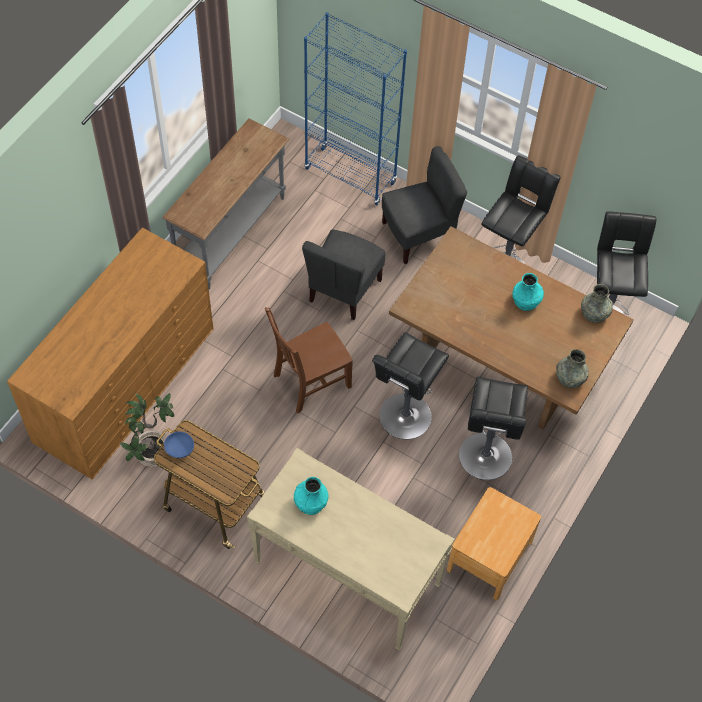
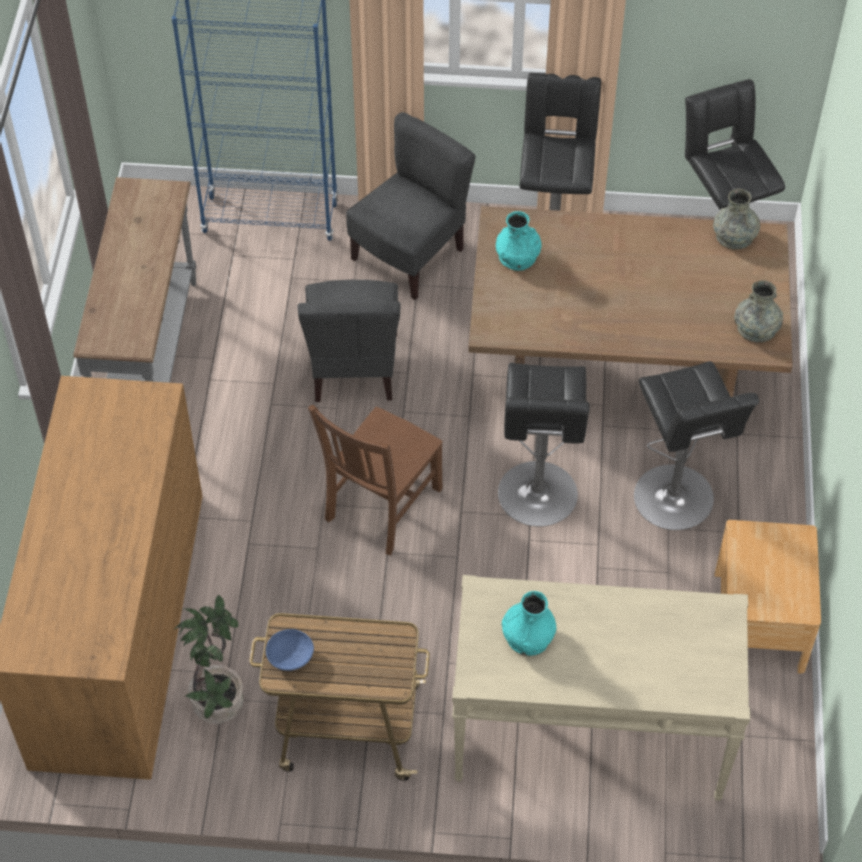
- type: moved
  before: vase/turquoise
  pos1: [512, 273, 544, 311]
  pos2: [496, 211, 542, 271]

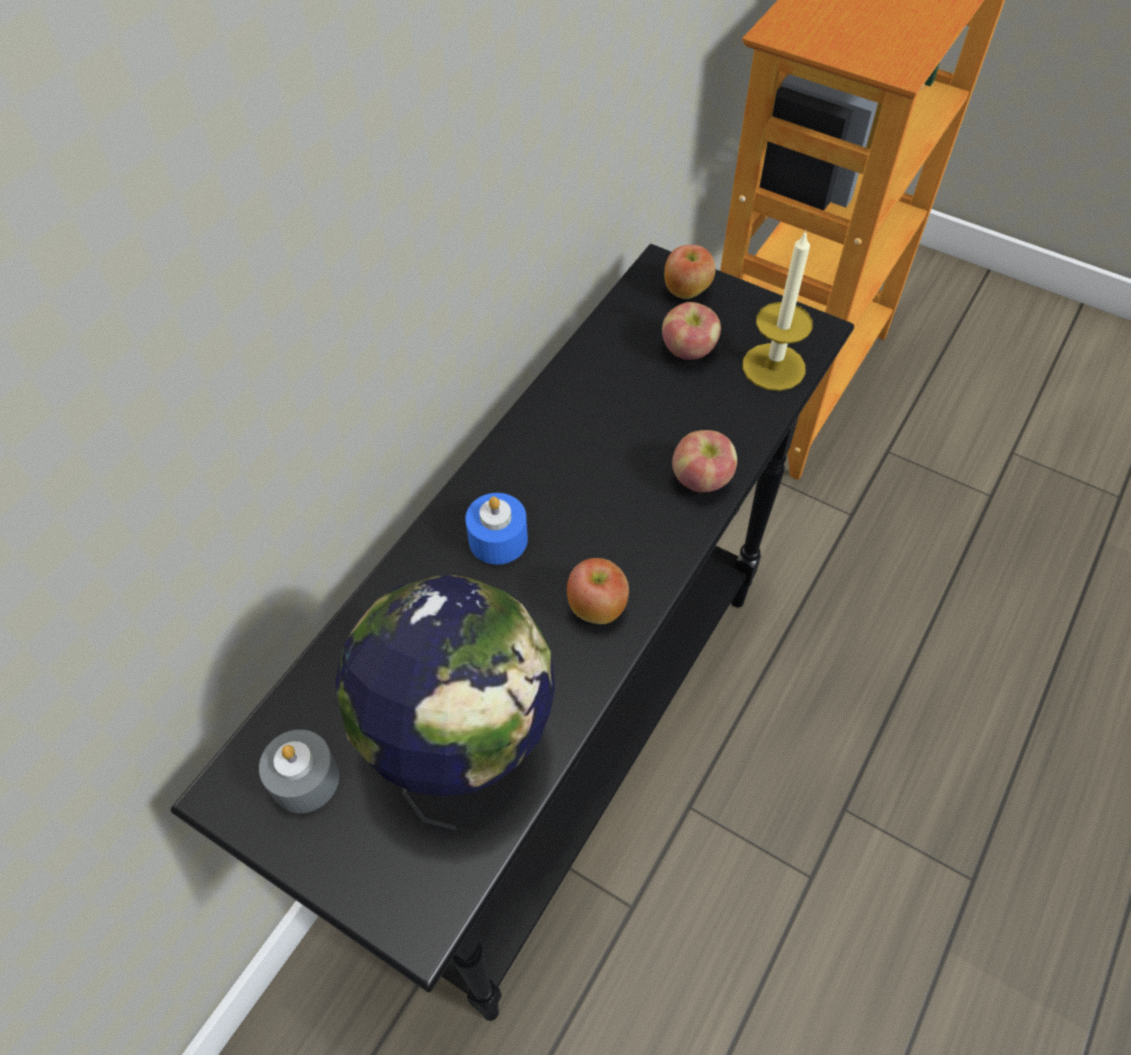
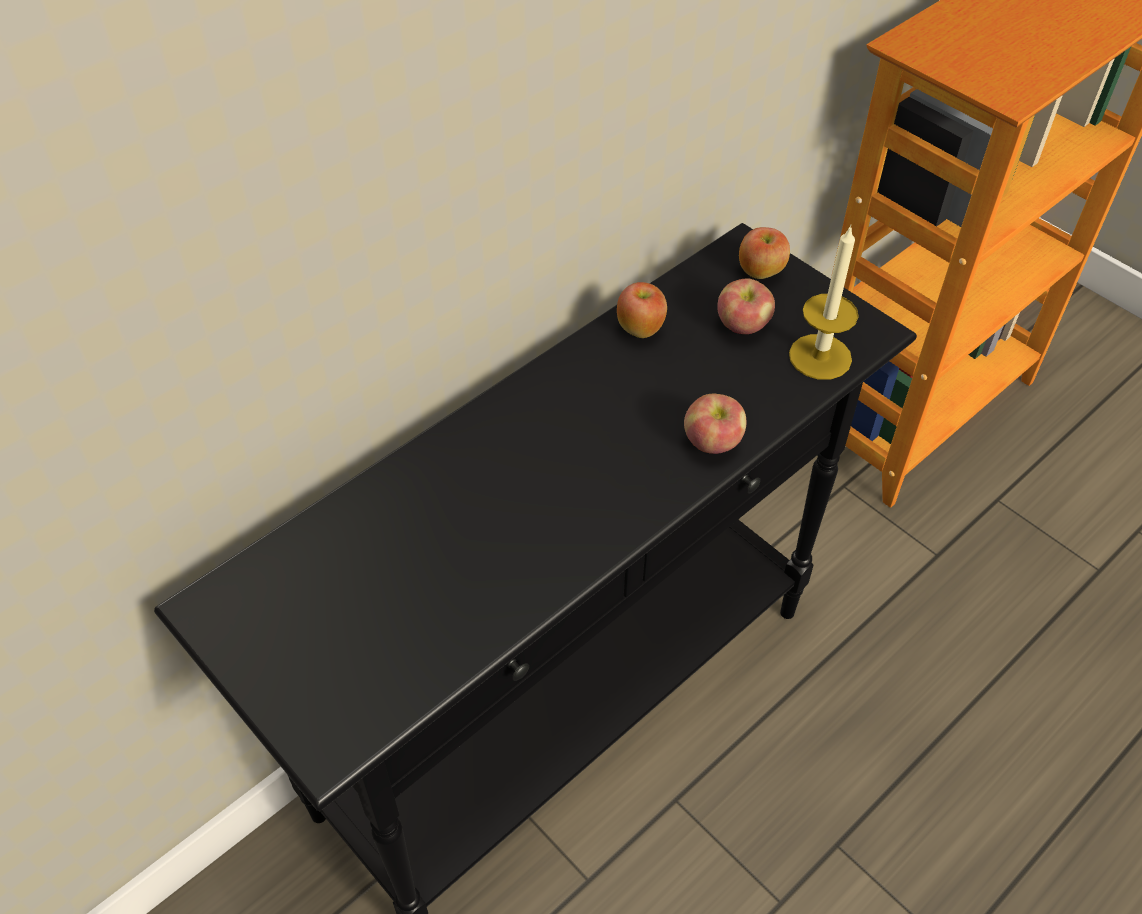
- type: removed
  before: bougie/gris
  pos1: [259, 730, 339, 813]
- type: removed
  before: globe
  pos1: [335, 575, 555, 830]
- type: removed
  before: bougie/bleu
  pos1: [466, 493, 528, 565]
- type: moved
  before: pomme
  pos1: [567, 558, 629, 624]
  pos2: [617, 282, 667, 338]

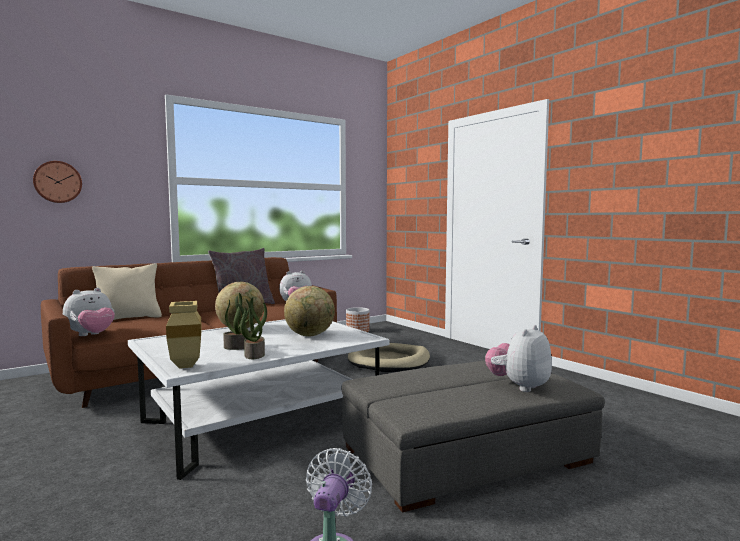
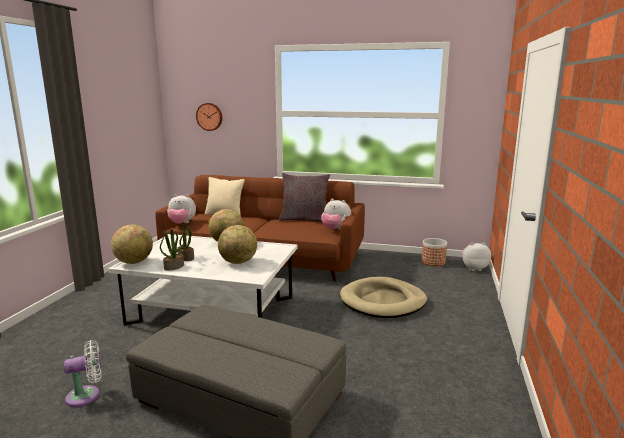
- type: replaced
  before: vase/beige
  after: globe
  pos1: [166, 301, 202, 369]
  pos2: [111, 225, 153, 264]
- type: moved
  before: peluche
  pos1: [485, 325, 552, 392]
  pos2: [462, 242, 491, 271]

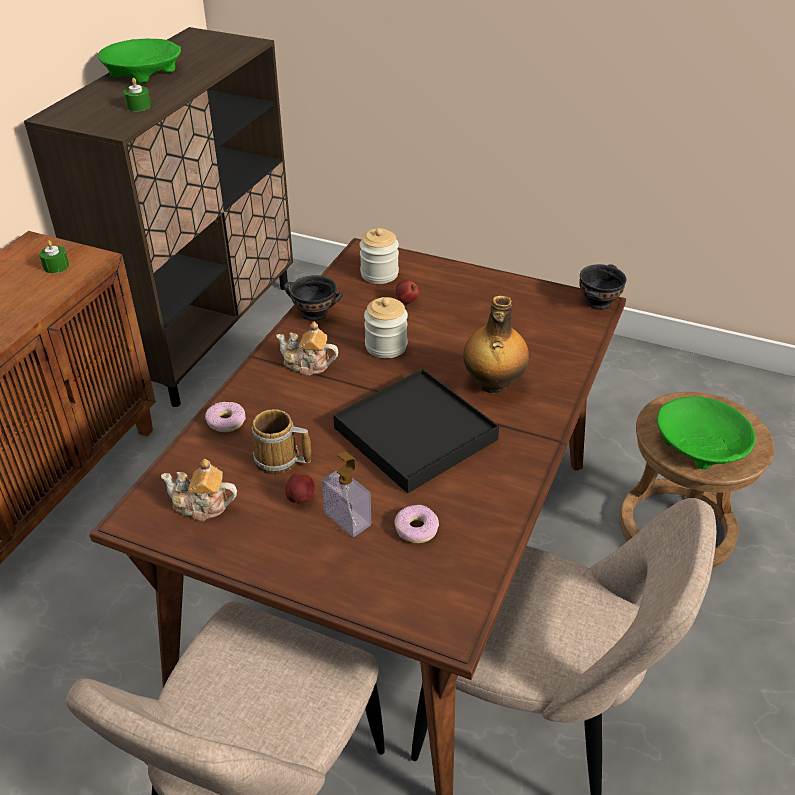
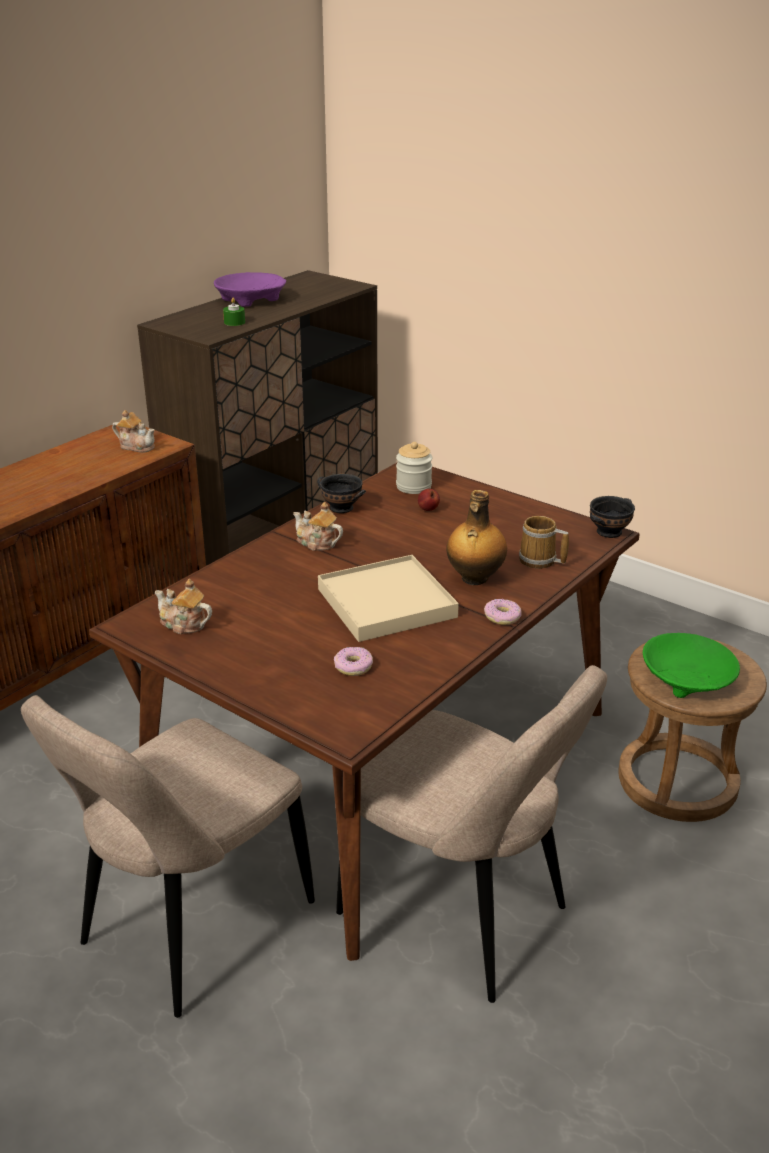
- type: replaced
  before: bougie/vert
  after: théière
  pos1: [39, 240, 69, 273]
  pos2: [112, 410, 155, 453]
- type: recoloured
  before: bol/vert
  after: bol/violet
  pos1: [98, 39, 181, 83]
  pos2: [214, 272, 286, 307]
- type: moved
  before: beignet
  pos1: [205, 402, 246, 432]
  pos2: [484, 599, 522, 625]
- type: moved
  before: mug
  pos1: [252, 409, 311, 475]
  pos2: [519, 516, 569, 569]
- type: removed
  before: pomme
  pos1: [285, 474, 315, 504]
- type: removed
  before: distributeur de savon
  pos1: [322, 452, 371, 537]
- type: recoloured
  before: plateau/noir
  after: plateau/beige
  pos1: [333, 369, 499, 493]
  pos2: [318, 555, 459, 642]
- type: removed
  before: bocal
  pos1: [364, 297, 408, 358]

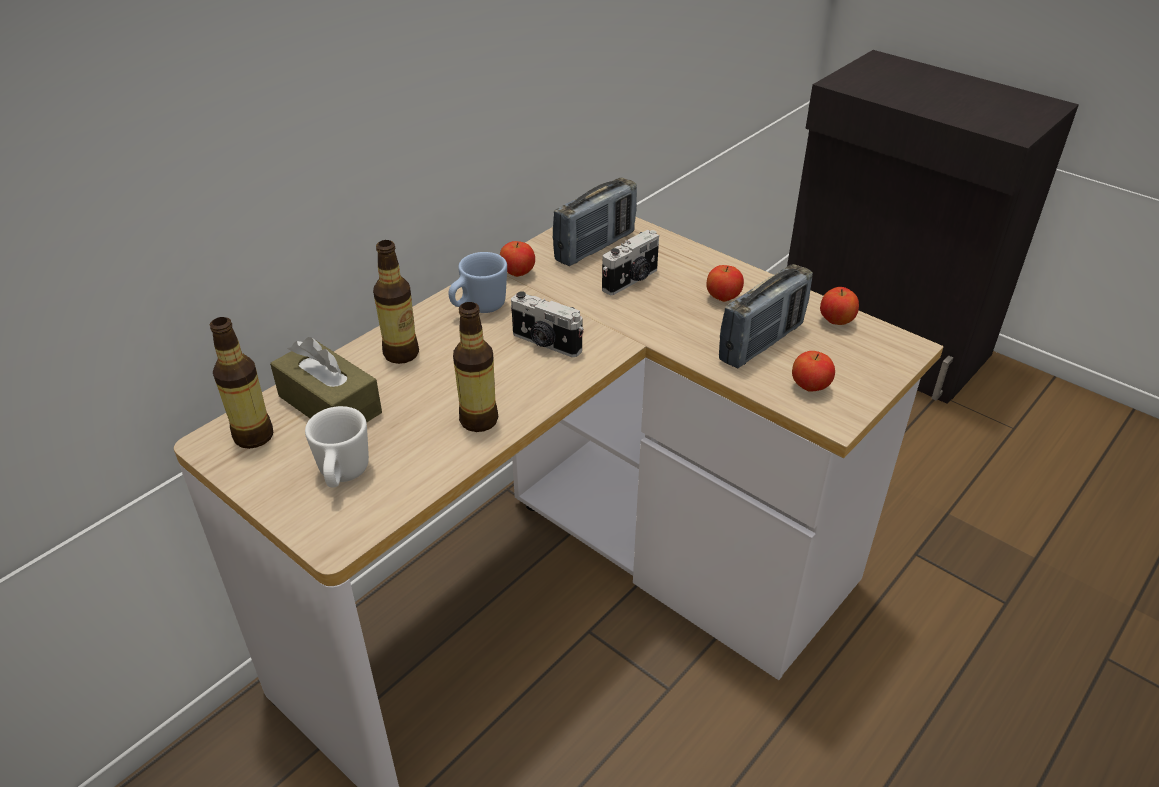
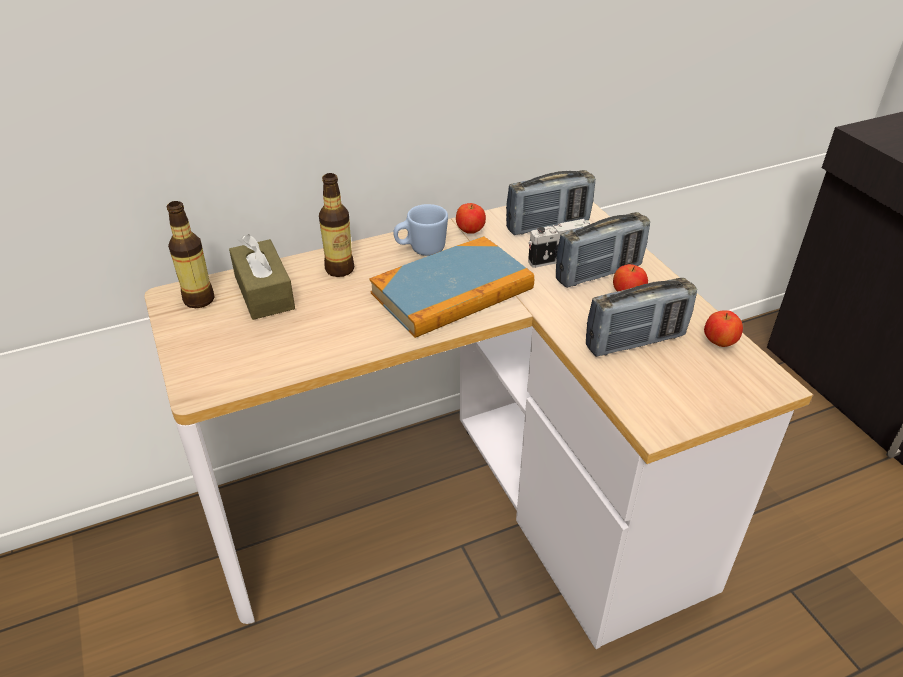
- type: removed
  before: mug/blanc
  pos1: [305, 406, 369, 487]
- type: removed
  before: bouteille
  pos1: [453, 302, 498, 432]
- type: replaced
  before: appareil photo
  after: livre
  pos1: [511, 291, 584, 357]
  pos2: [369, 236, 534, 338]
- type: removed
  before: pomme
  pos1: [792, 351, 835, 392]
- type: added
  after: radio
  pos2: [556, 212, 650, 288]

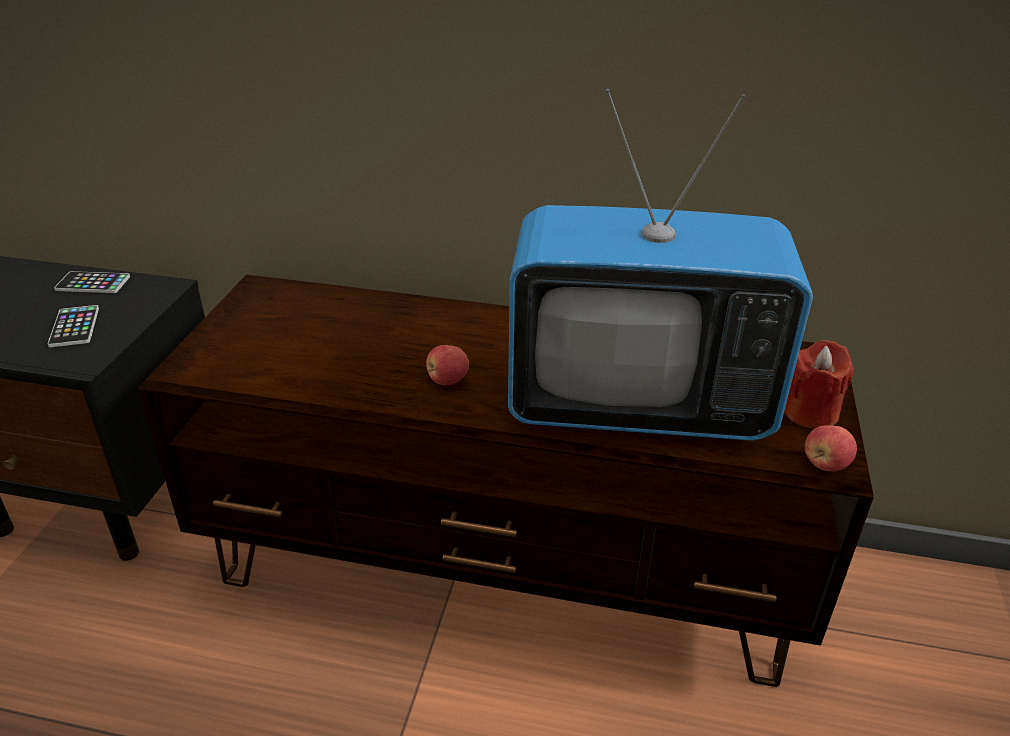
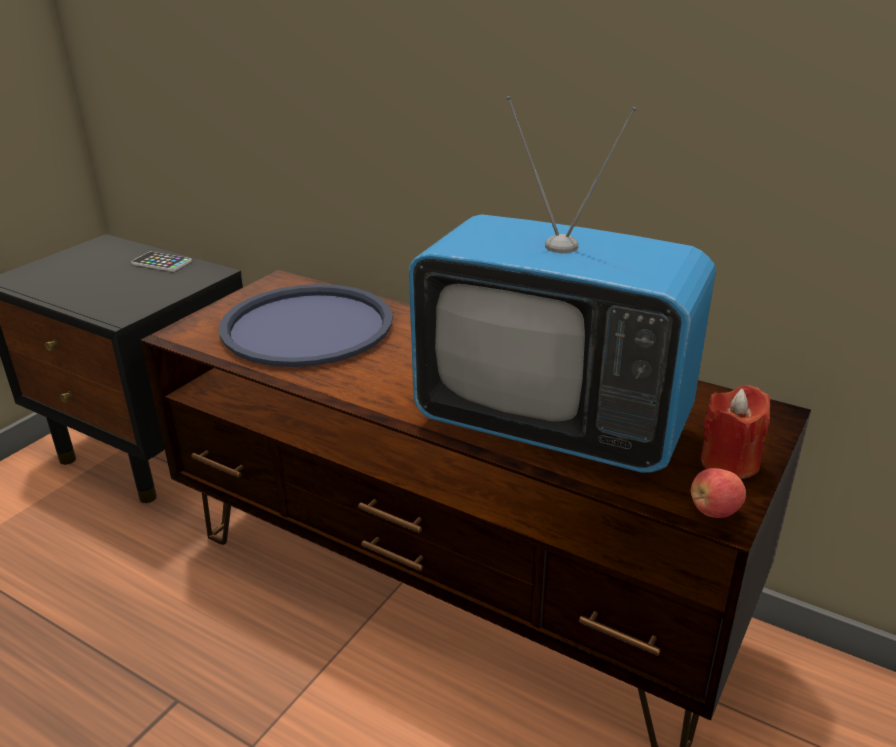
- type: removed
  before: téléphone
  pos1: [48, 305, 99, 347]
- type: removed
  before: pomme
  pos1: [426, 345, 469, 385]
- type: added
  after: plateau/bleu
  pos2: [219, 284, 393, 367]

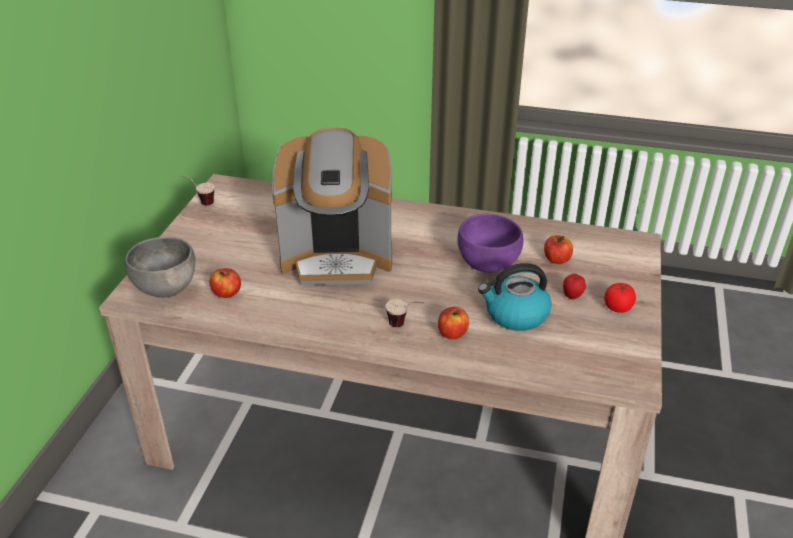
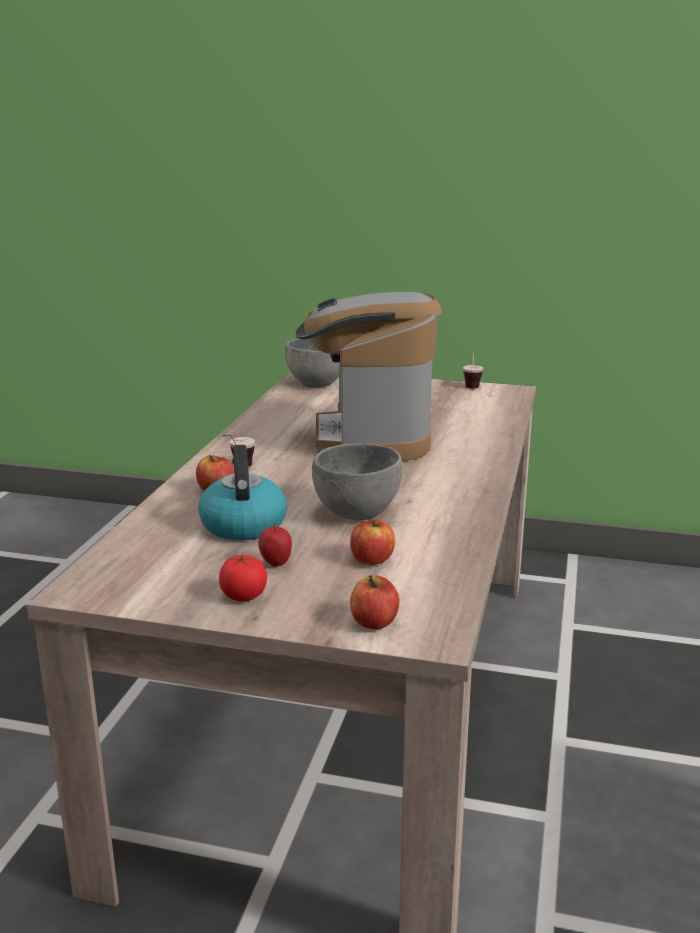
- type: moved
  before: pomme
  pos1: [210, 268, 241, 298]
  pos2: [350, 575, 400, 629]
- type: recoloured
  before: bol/violet
  after: bol/gris
  pos1: [457, 214, 523, 273]
  pos2: [312, 444, 402, 520]

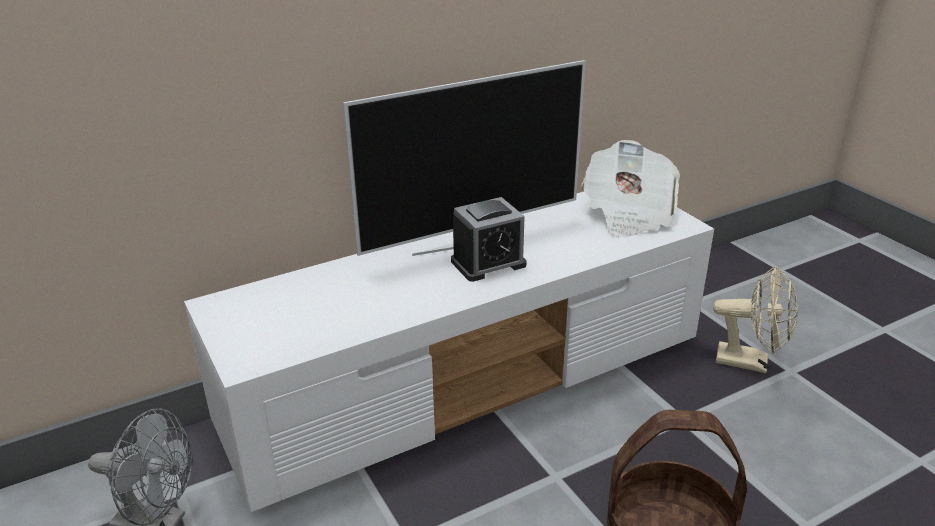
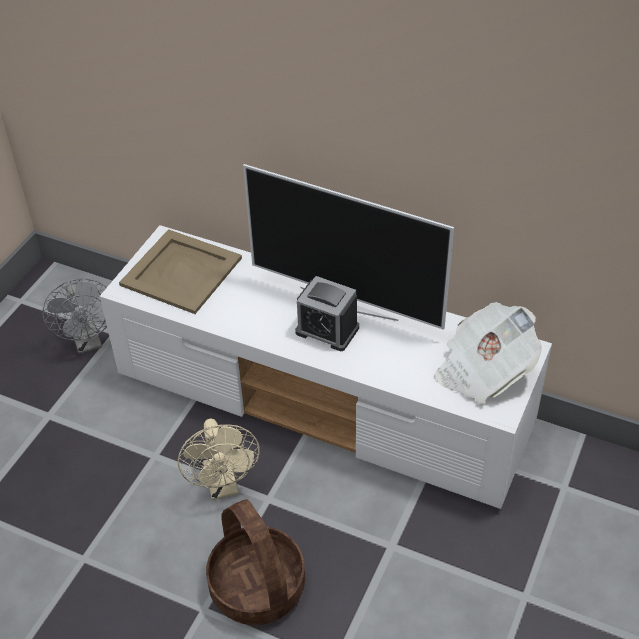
- type: moved
  before: ventilateur/beige
  pos1: [713, 266, 798, 373]
  pos2: [178, 418, 260, 500]
- type: added
  after: plateau/beige
  pos2: [119, 229, 242, 314]

